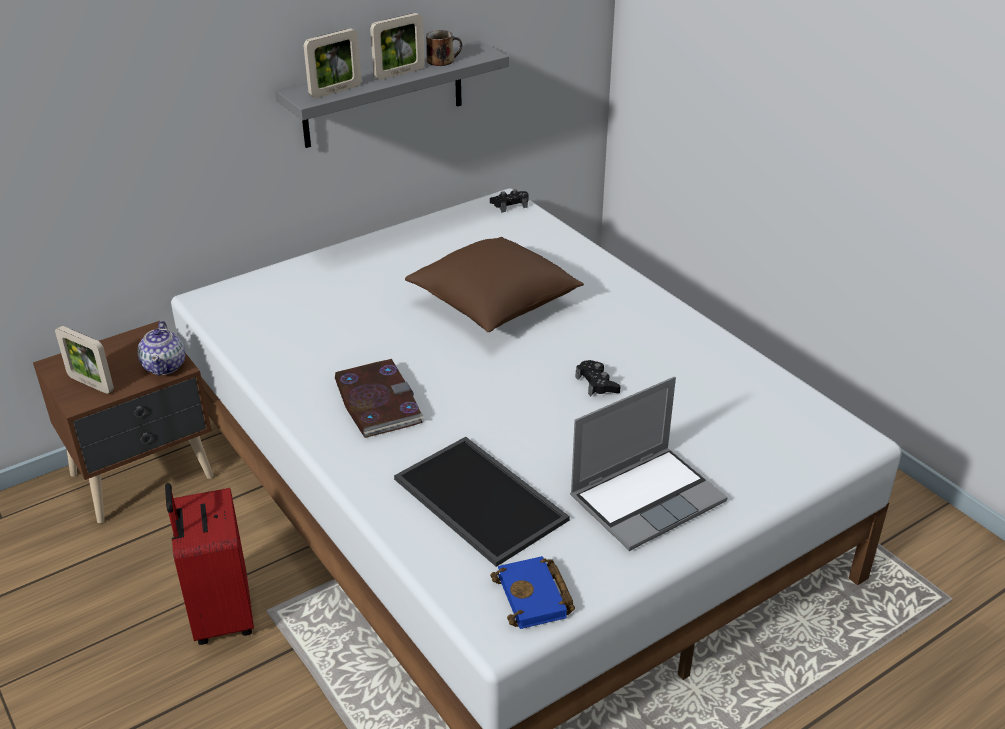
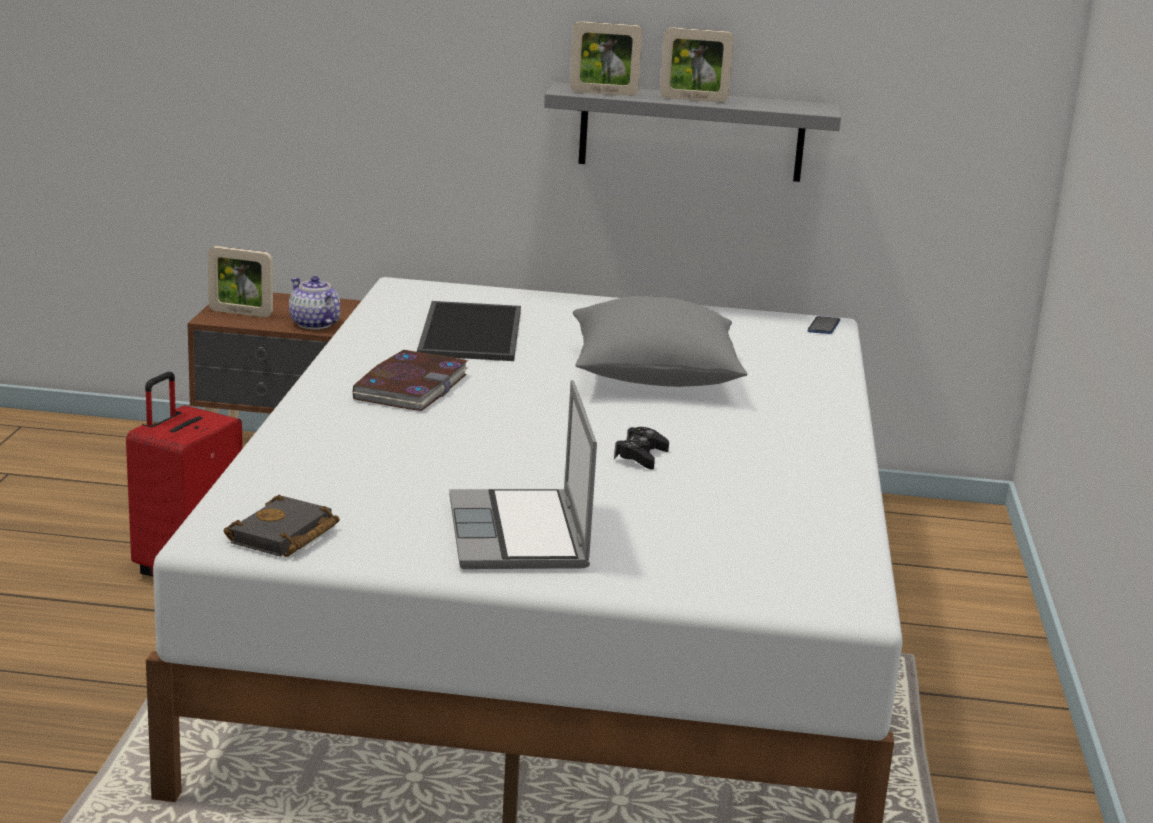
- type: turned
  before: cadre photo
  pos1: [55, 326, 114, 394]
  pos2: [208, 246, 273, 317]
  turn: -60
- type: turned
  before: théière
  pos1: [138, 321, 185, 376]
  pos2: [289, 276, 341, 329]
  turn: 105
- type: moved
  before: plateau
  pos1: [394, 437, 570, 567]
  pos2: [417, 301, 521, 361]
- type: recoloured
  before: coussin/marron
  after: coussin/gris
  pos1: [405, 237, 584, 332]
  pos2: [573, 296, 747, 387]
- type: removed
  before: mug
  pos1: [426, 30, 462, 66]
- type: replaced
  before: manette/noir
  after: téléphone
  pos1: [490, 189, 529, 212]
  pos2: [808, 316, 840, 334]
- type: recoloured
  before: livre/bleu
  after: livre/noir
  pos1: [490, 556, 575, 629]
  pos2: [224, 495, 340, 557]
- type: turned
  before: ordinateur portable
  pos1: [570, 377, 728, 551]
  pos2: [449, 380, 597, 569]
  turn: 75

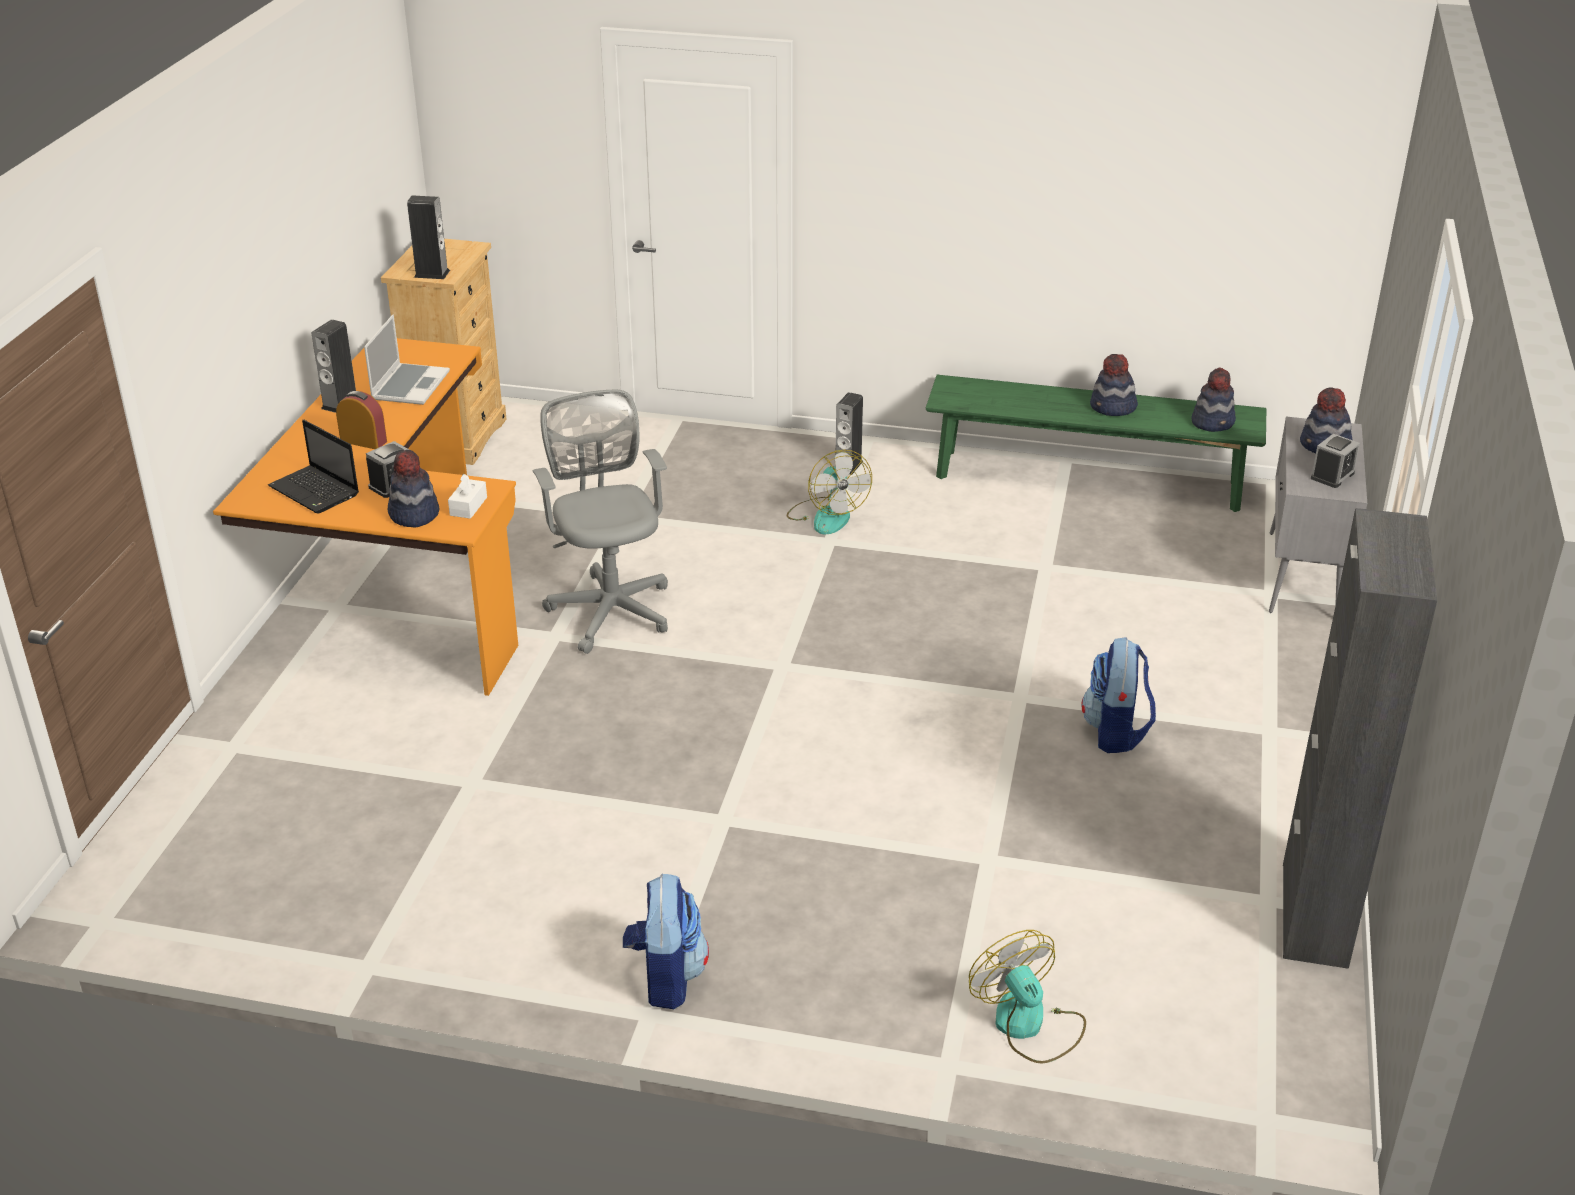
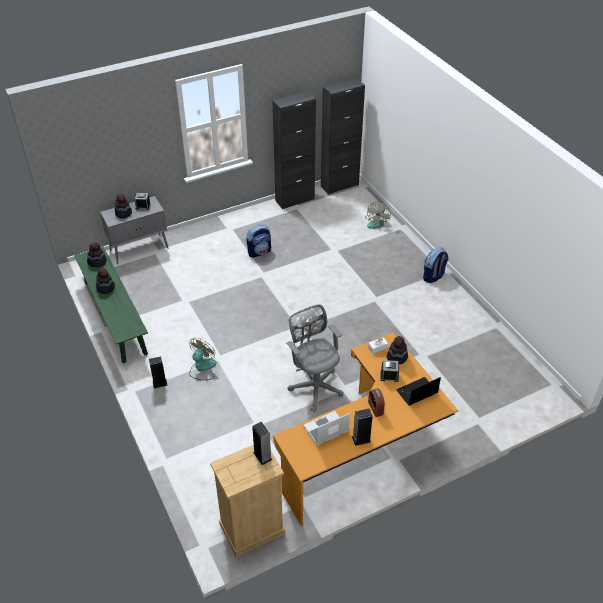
- type: turned
  before: ordinateur portable
  pos1: [268, 419, 359, 514]
  pos2: [396, 377, 441, 406]
  turn: -120
- type: turned
  before: chaise de bureau/gris
  pos1: [533, 390, 668, 654]
  pos2: [286, 304, 343, 412]
  turn: 120
- type: added
  after: meuble de rangement/noir
  pos2: [321, 78, 365, 195]

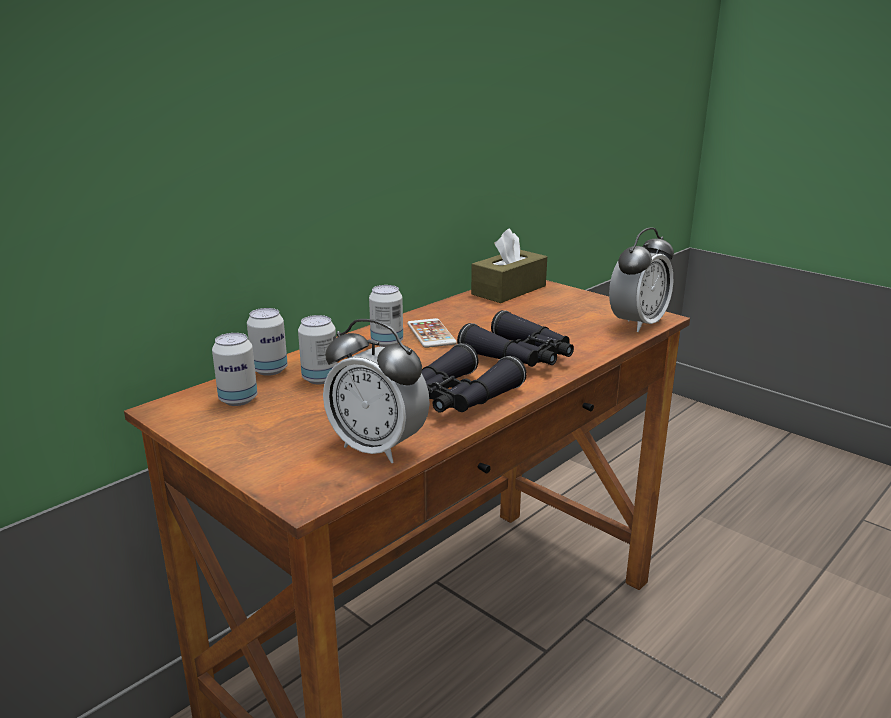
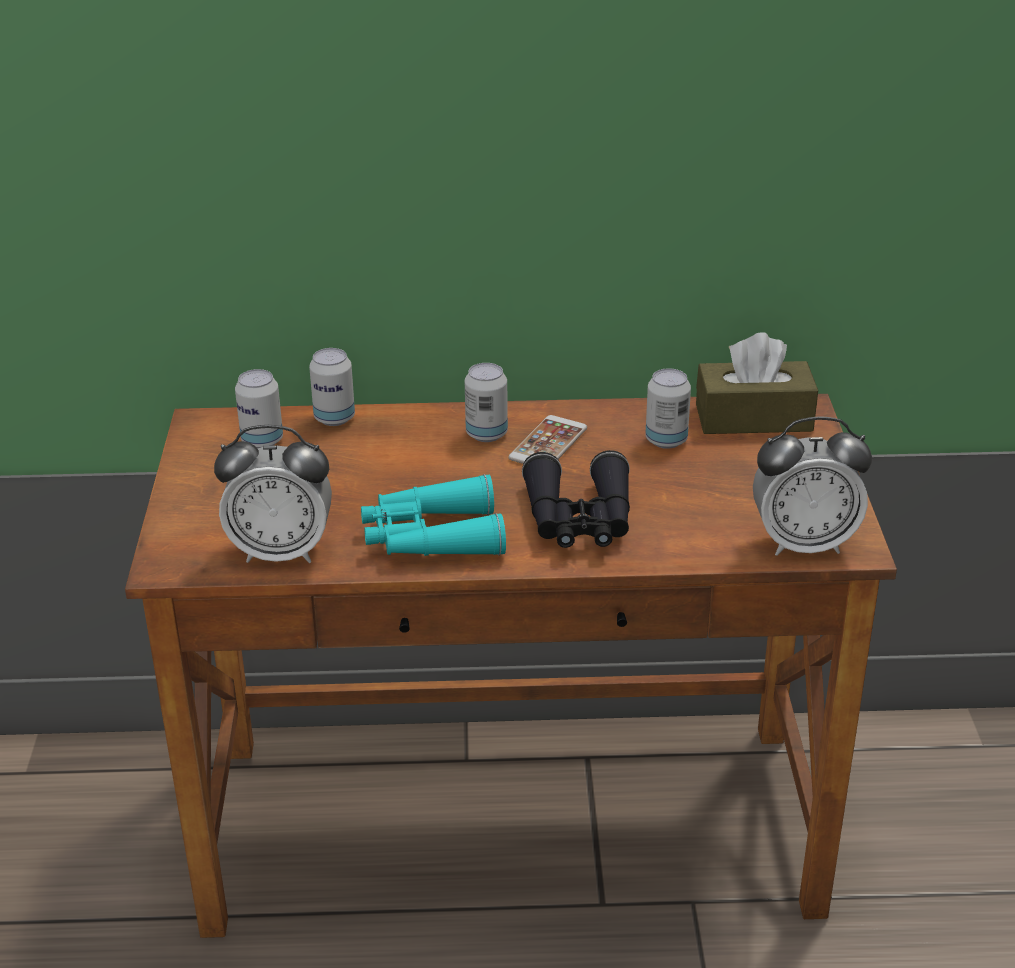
- type: moved
  before: boîte métallique
  pos1: [298, 315, 338, 384]
  pos2: [645, 368, 691, 449]
- type: turned
  before: réveil
  pos1: [323, 319, 430, 463]
  pos2: [214, 425, 332, 563]
  turn: -75
- type: recoloured
  before: jumelles/noir
  after: jumelles/turquoise
  pos1: [422, 343, 527, 413]
  pos2: [361, 474, 506, 556]

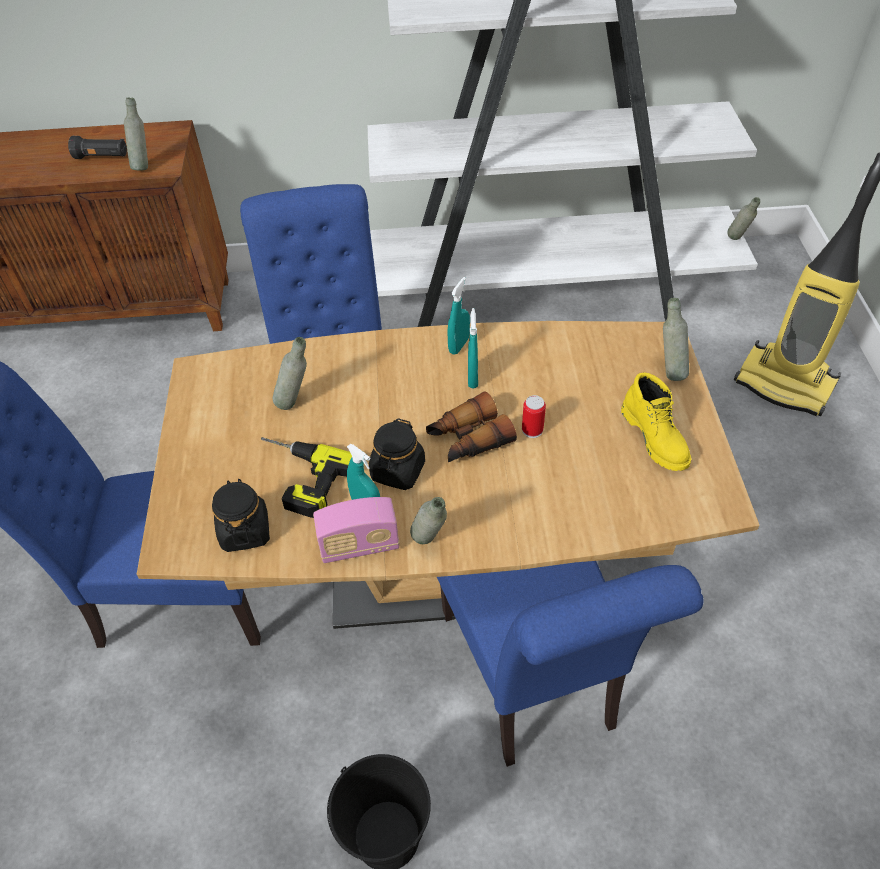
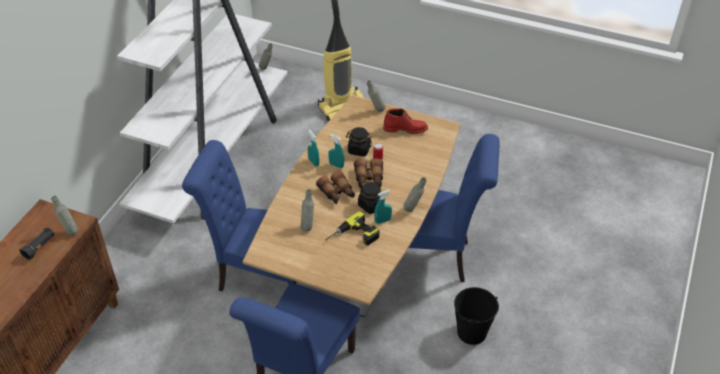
- type: moved
  before: bocal/noir
  pos1: [212, 479, 270, 552]
  pos2: [346, 127, 372, 156]
- type: removed
  before: radio
  pos1: [313, 497, 399, 563]
- type: recoloured
  before: botte/jaune
  after: botte/rouge
  pos1: [621, 373, 691, 471]
  pos2: [383, 108, 428, 134]
- type: added
  after: jumelles
  pos2: [316, 171, 355, 204]

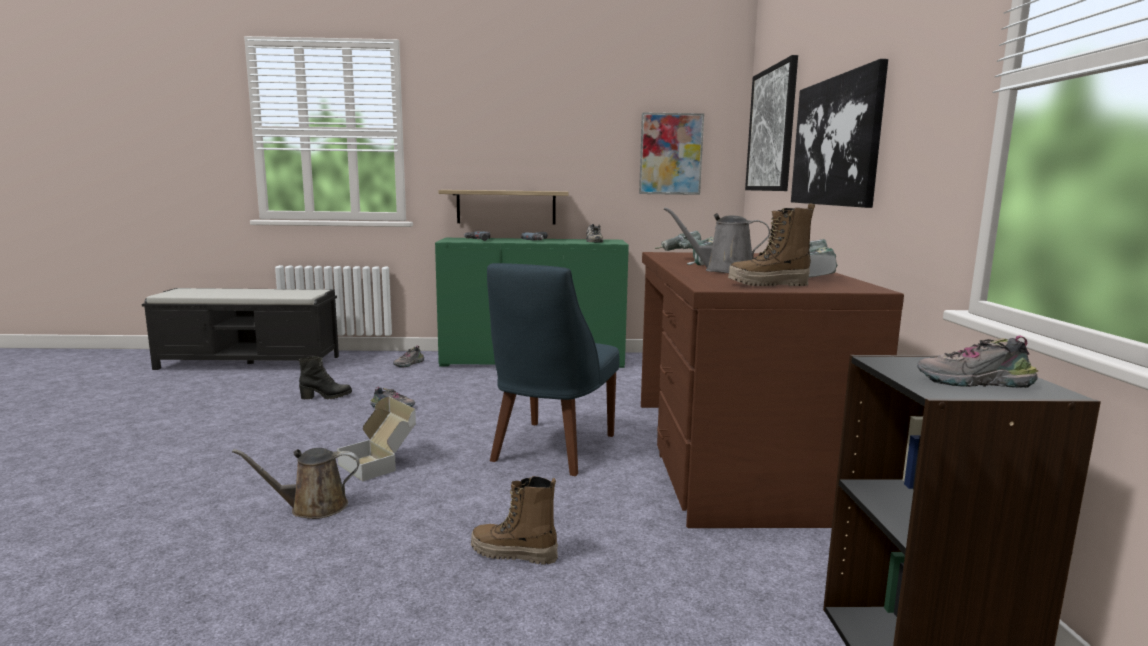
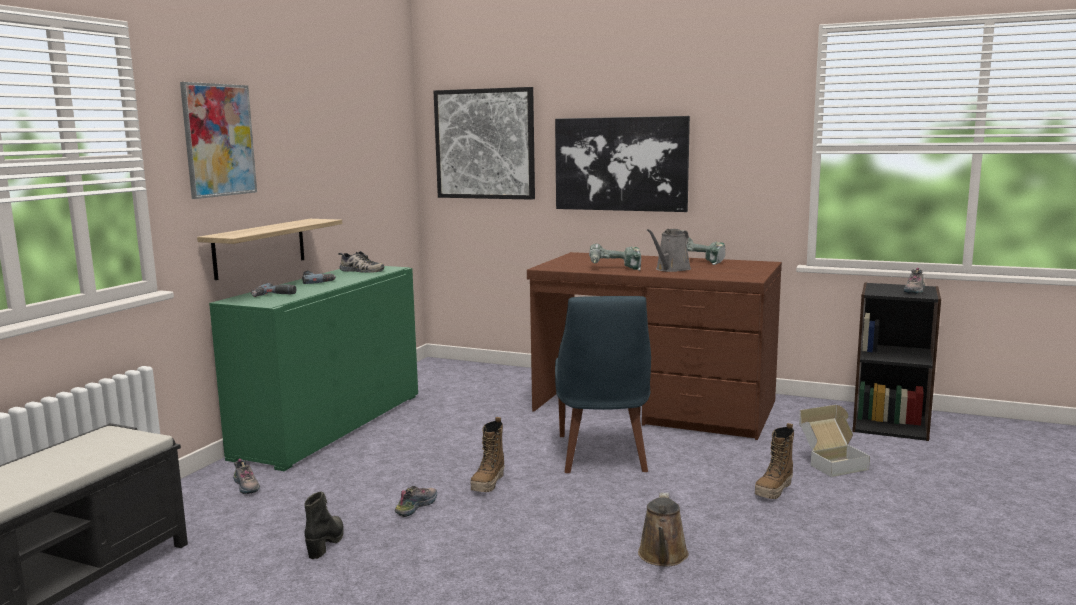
- type: moved
  before: carton
  pos1: [337, 397, 416, 481]
  pos2: [799, 405, 870, 477]
- type: turned
  before: chaise/bleu
  pos1: [487, 263, 620, 476]
  pos2: [555, 296, 651, 473]
  turn: 45
- type: moved
  before: tableau
  pos1: [639, 112, 704, 195]
  pos2: [180, 82, 257, 199]
- type: moved
  before: botte
  pos1: [728, 203, 815, 286]
  pos2: [470, 417, 505, 492]

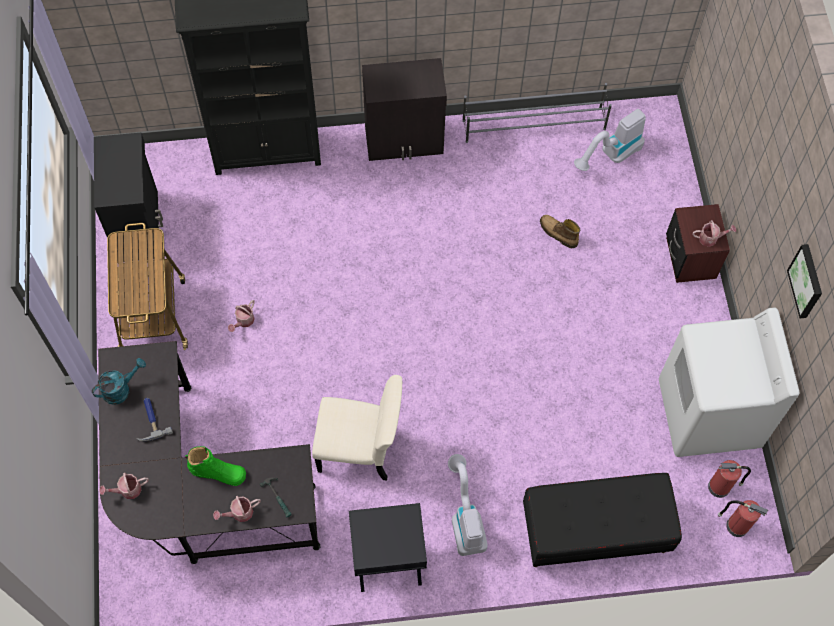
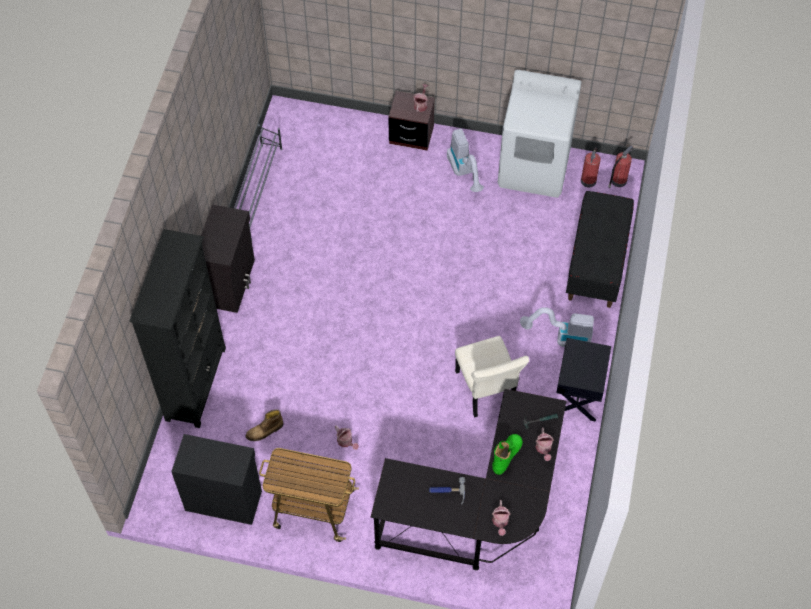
- type: removed
  before: arrosoir/turquoise
  pos1: [92, 358, 146, 405]
- type: turned
  before: chaise/beige
  pos1: [312, 375, 402, 481]
  pos2: [455, 336, 529, 418]
  turn: 135
- type: moved
  before: botte
  pos1: [540, 215, 580, 248]
  pos2: [246, 409, 284, 441]
- type: moved
  before: aspirateur
  pos1: [574, 109, 646, 171]
  pos2: [447, 129, 484, 192]
- type: removed
  before: tableau
  pos1: [787, 244, 822, 318]

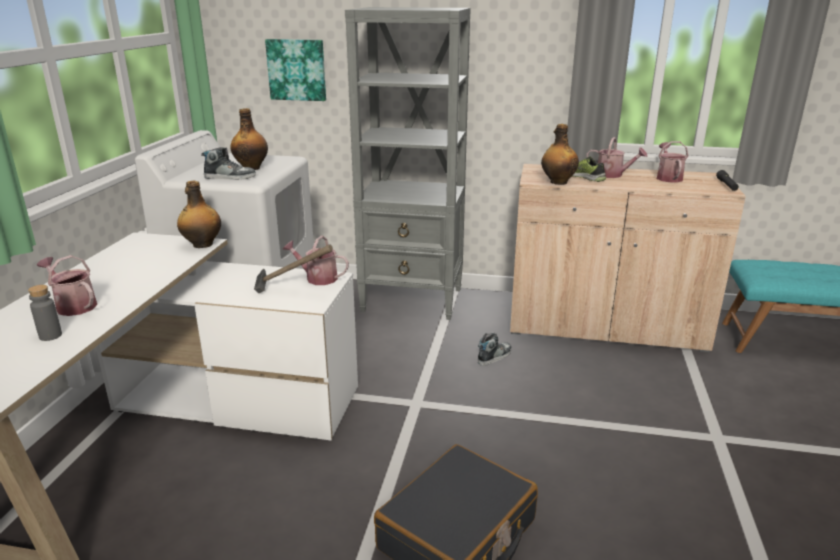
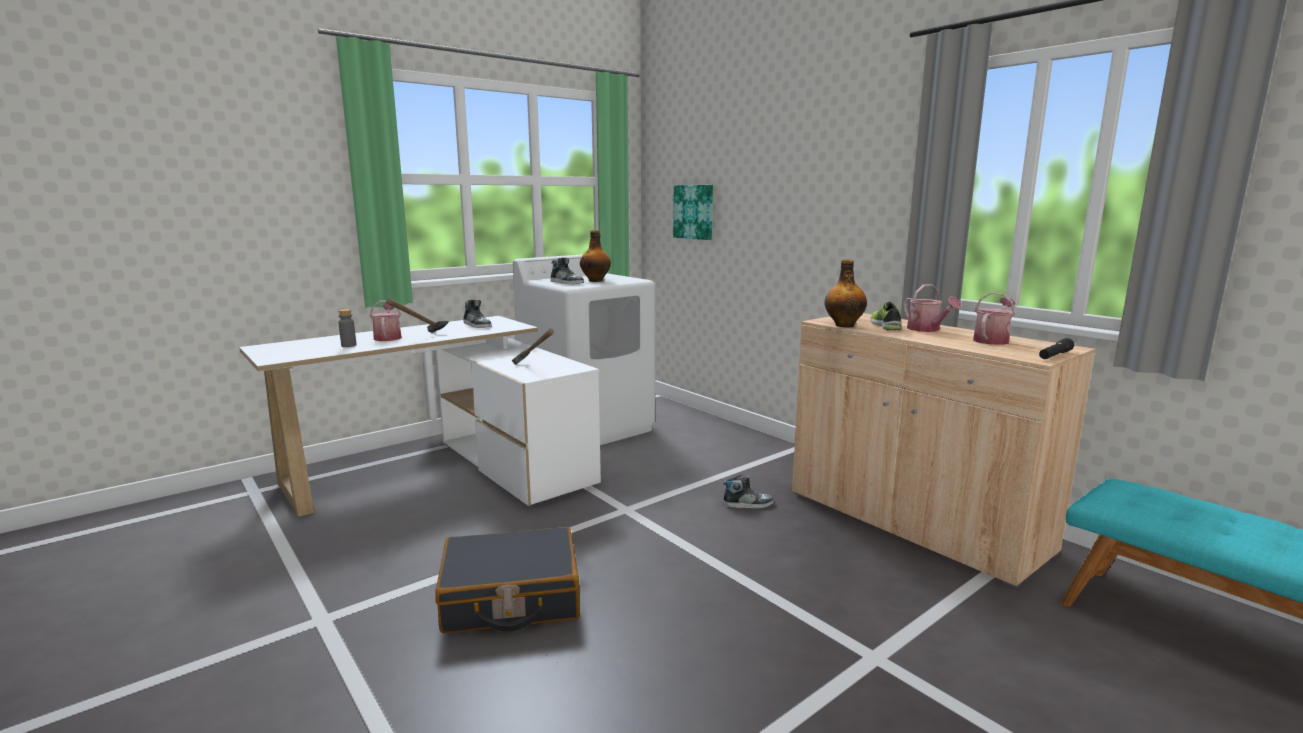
- type: removed
  before: bouteille
  pos1: [177, 181, 221, 248]
- type: removed
  before: arrosoir
  pos1: [282, 236, 349, 285]
- type: removed
  before: bibliothèque/gris
  pos1: [345, 7, 471, 320]
- type: added
  after: marteau
  pos2: [386, 298, 449, 333]
- type: added
  after: chaussure
  pos2: [463, 300, 492, 328]

